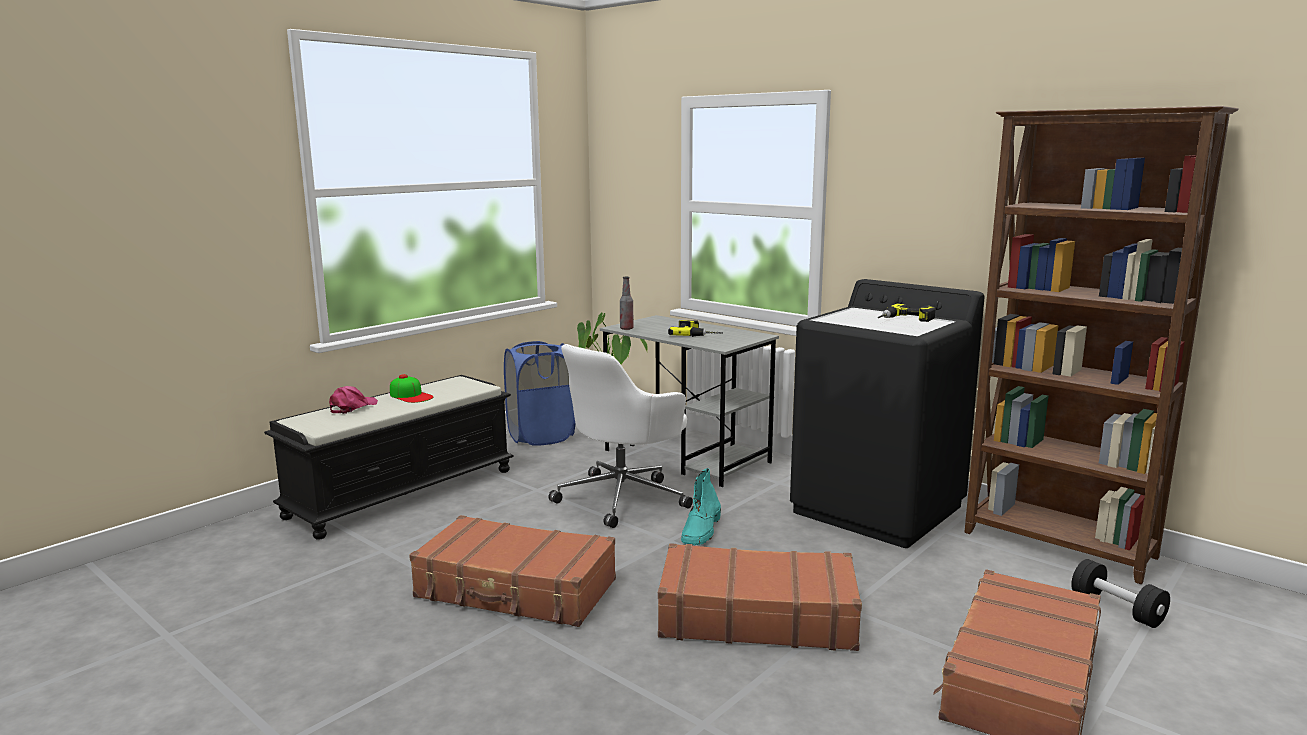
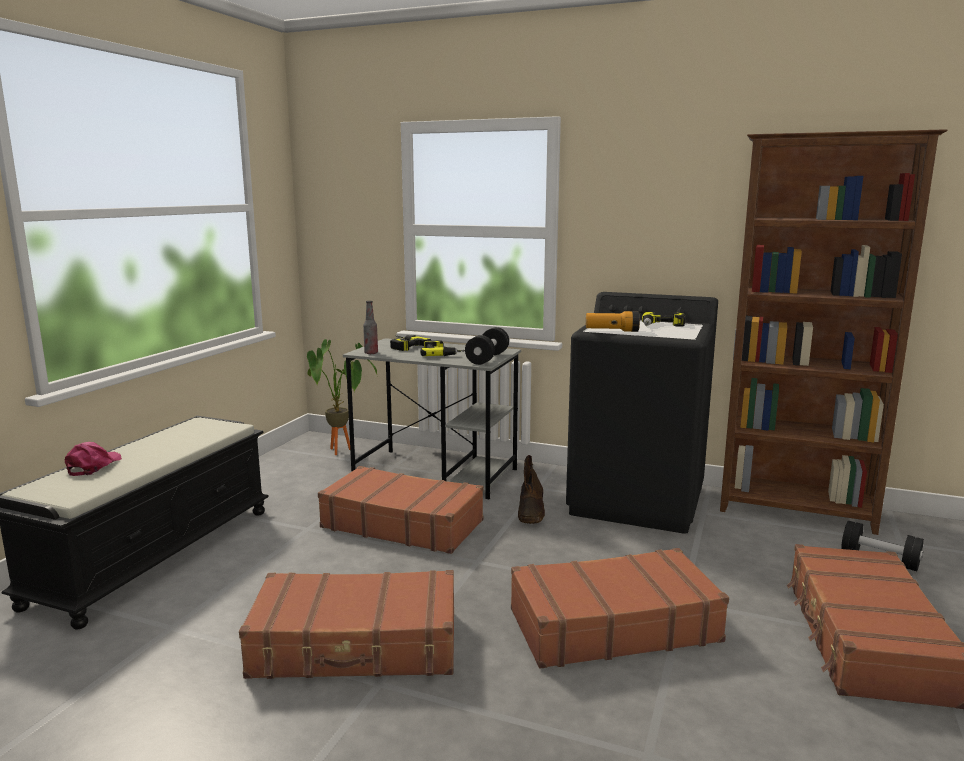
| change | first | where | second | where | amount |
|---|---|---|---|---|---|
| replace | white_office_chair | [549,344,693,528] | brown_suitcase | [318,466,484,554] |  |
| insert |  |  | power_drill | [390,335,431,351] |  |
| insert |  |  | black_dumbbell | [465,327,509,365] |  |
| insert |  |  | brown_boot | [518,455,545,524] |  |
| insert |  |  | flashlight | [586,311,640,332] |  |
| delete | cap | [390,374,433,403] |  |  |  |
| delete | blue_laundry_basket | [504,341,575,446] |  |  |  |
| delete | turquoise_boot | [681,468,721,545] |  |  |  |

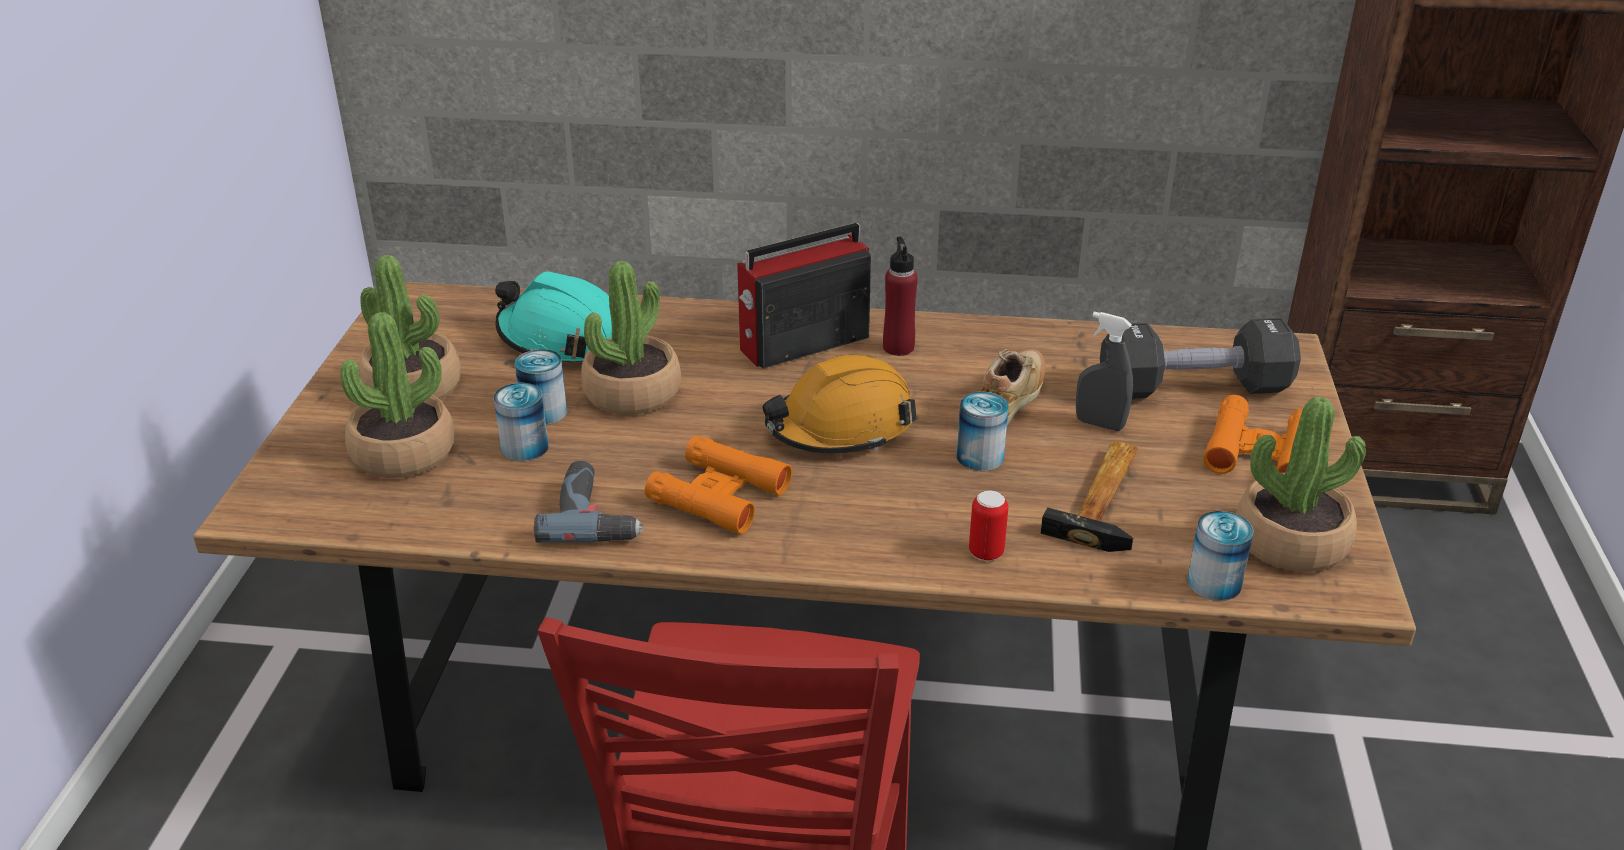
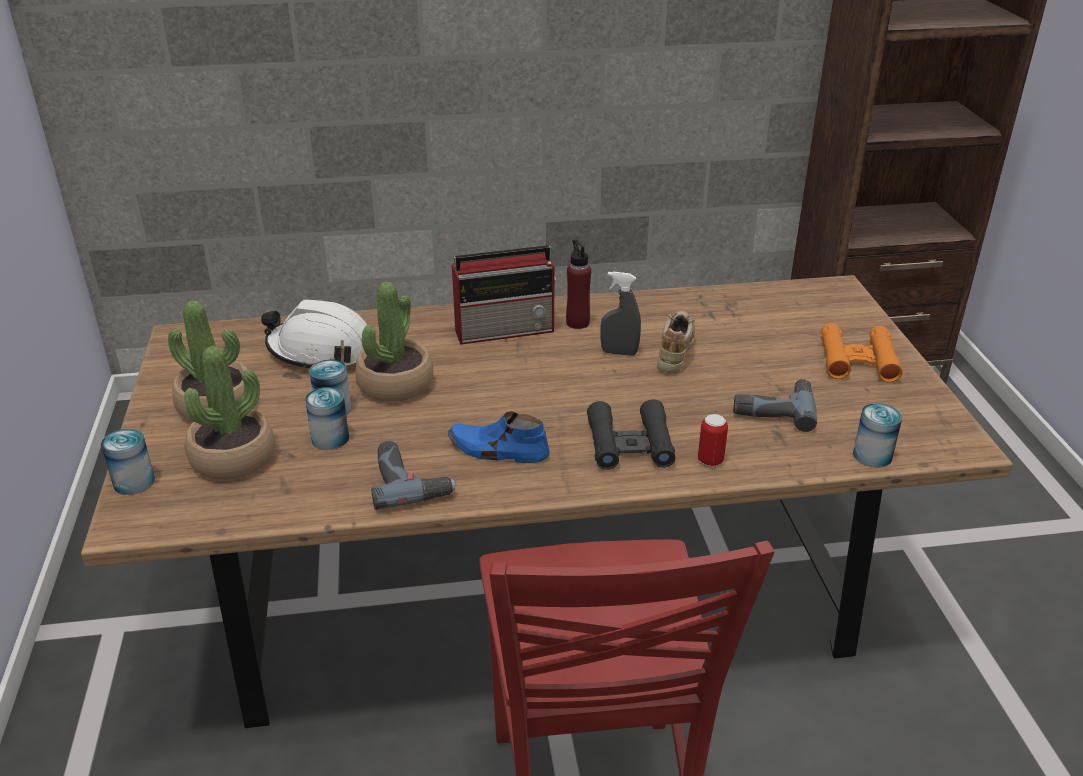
| change | first | where | second | where | amount |
|---|---|---|---|---|---|
| move | can | [957,392,1009,471] |  | [101,428,155,495] |  |
| recolor | turquoise_hard_hat | [495,271,612,362] | white_hard_hat | [261,299,367,370] |  |
| replace | orange_binoculars | [645,436,792,534] | blue_shoe | [448,411,550,463] |  |
| rotate | radio | [737,223,871,369] |  | [452,245,557,345] | 150 degrees counterclockwise |
| insert |  |  | black_binoculars | [587,399,675,470] |  |
| move | grey_spray_bottle | [1076,312,1133,431] |  | [601,271,641,356] |  |
| replace | hammer | [1041,441,1138,552] | power_drill | [733,379,817,432] |  |
| delete | orange_hard_hat | [762,355,917,453] |  |  |  |
| delete | black_dumbbell | [1100,318,1301,399] |  |  |  |
| delete | potted_plant | [1236,396,1366,572] |  |  |  |

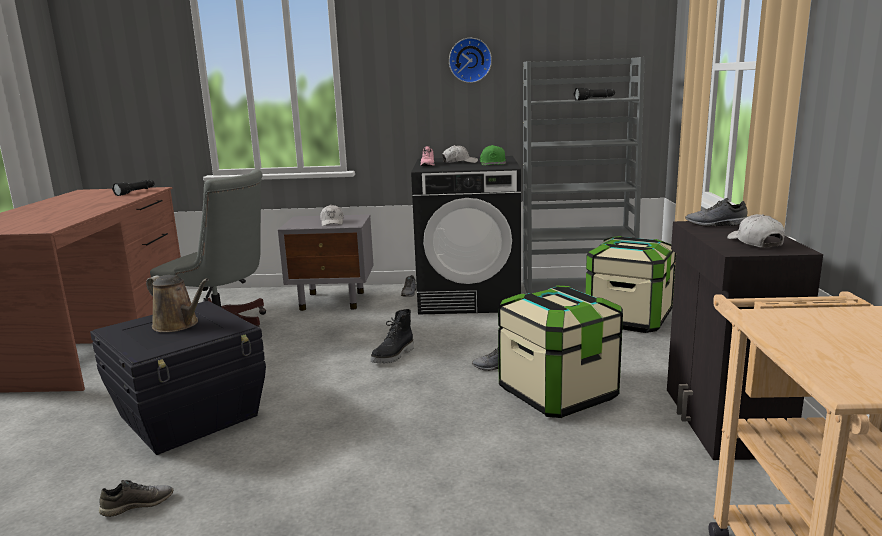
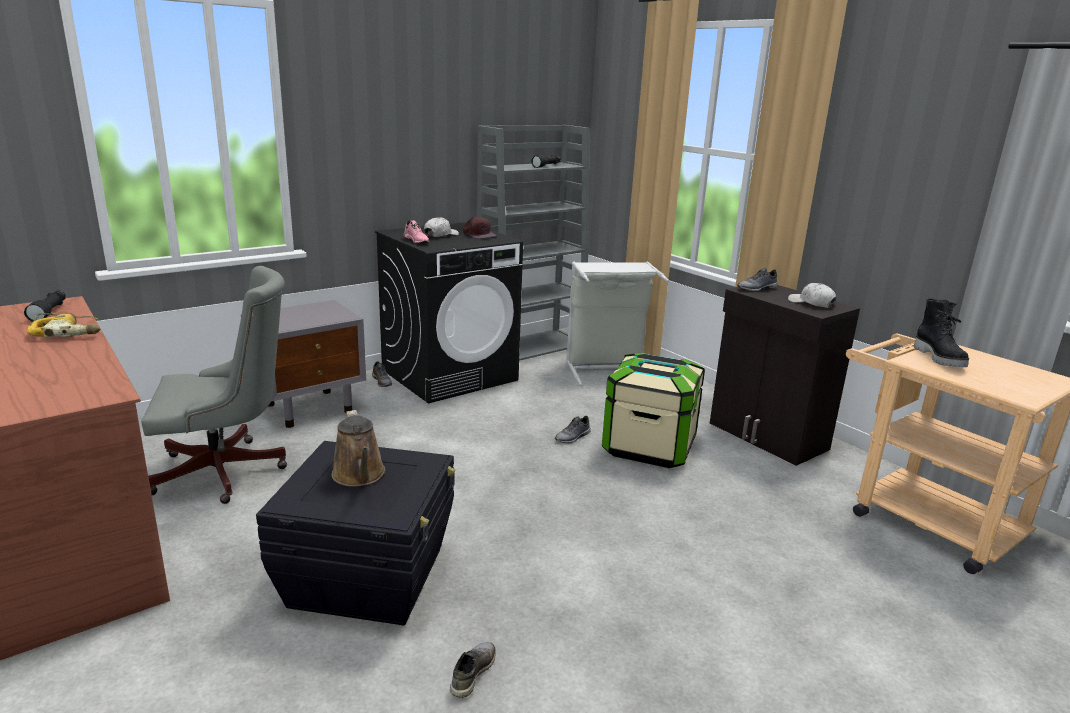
| change | first | where | second | where | amount |
|---|---|---|---|---|---|
| insert |  |  | power_drill | [26,313,101,337] |  |
| rotate | brown_watering_can | [146,275,209,332] |  | [331,410,385,487] | 75 degrees clockwise |
| recolor | green_cap | [480,145,506,165] | brown_cap | [463,216,496,239] |  |
| replace | storage_box | [585,236,676,333] | grey_laundry_basket | [566,262,669,386] |  |
| move | black_boot | [371,309,414,364] |  | [914,298,969,367] |  |
| delete | white_cap | [320,205,344,226] |  |  |  |
| delete | wall_clock | [449,38,492,83] |  |  |  |

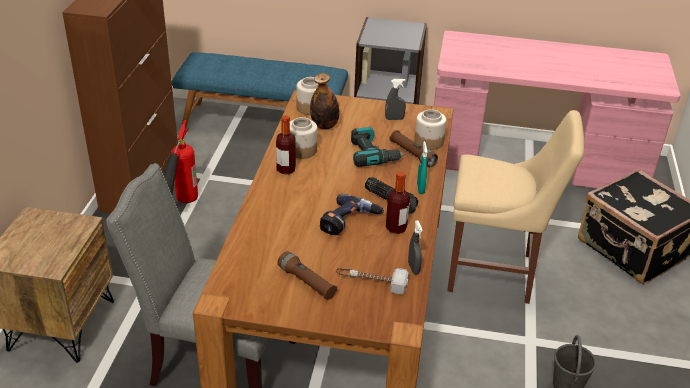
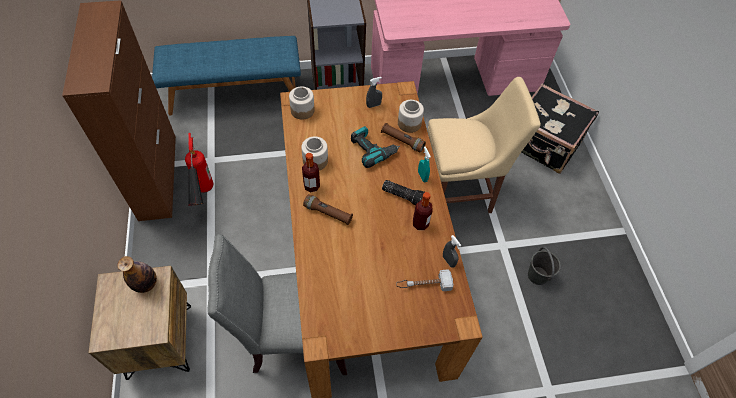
| change | first | where | second | where | amount |
|---|---|---|---|---|---|
| move | bottle | [310,73,339,129] |  | [117,256,157,293] |  |
| move | brown_flashlight | [278,251,337,300] |  | [303,194,353,225] |  |
| delete | power_drill | [320,194,384,235] |  |  |  |

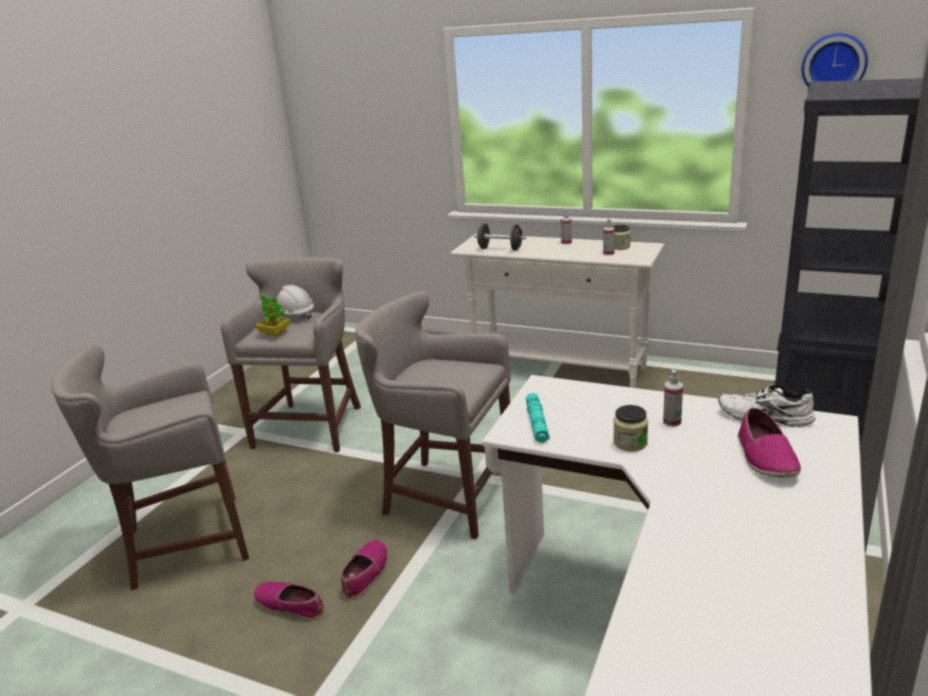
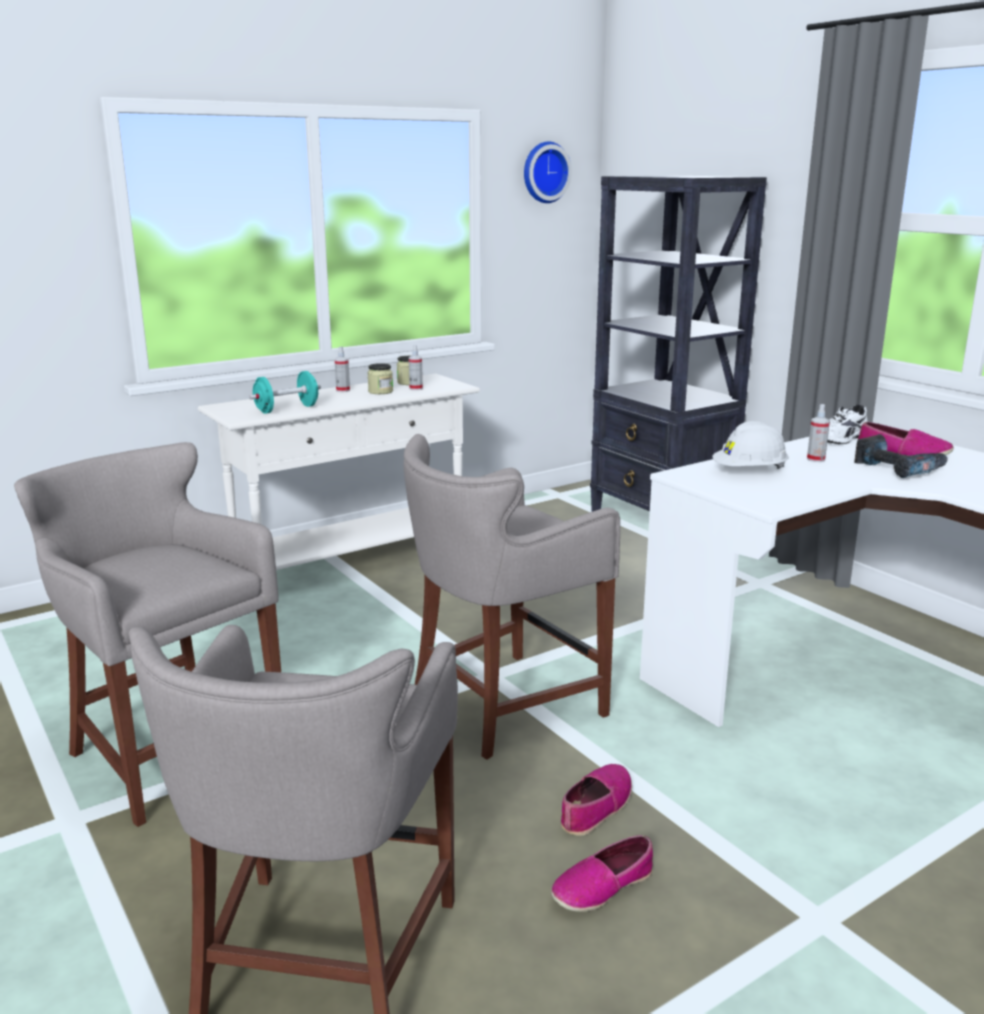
| change | first | where | second | where | amount |
|---|---|---|---|---|---|
| recolor | black_dumbbell | [474,224,526,250] | turquoise_dumbbell | [249,371,321,414] |  |
| move | jar | [613,405,648,452] |  | [367,363,393,394] |  |
| rotate | shoe | [341,540,388,599] |  | [561,764,632,836] | 75 degrees clockwise |
| move | white_hard_hat | [273,285,314,320] |  | [712,421,789,469] |  |
| insert |  |  | power_drill | [854,434,948,478] |  |
| delete | potted_plant | [256,294,290,336] |  |  |  |
| delete | turquoise_flashlight | [526,393,550,443] |  |  |  |

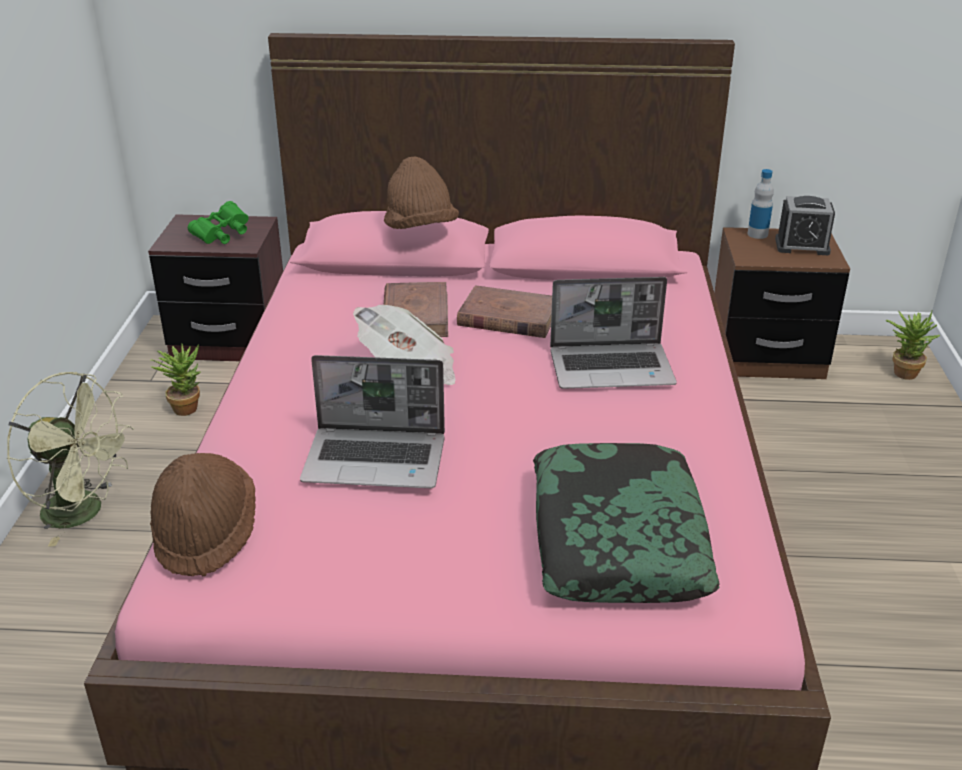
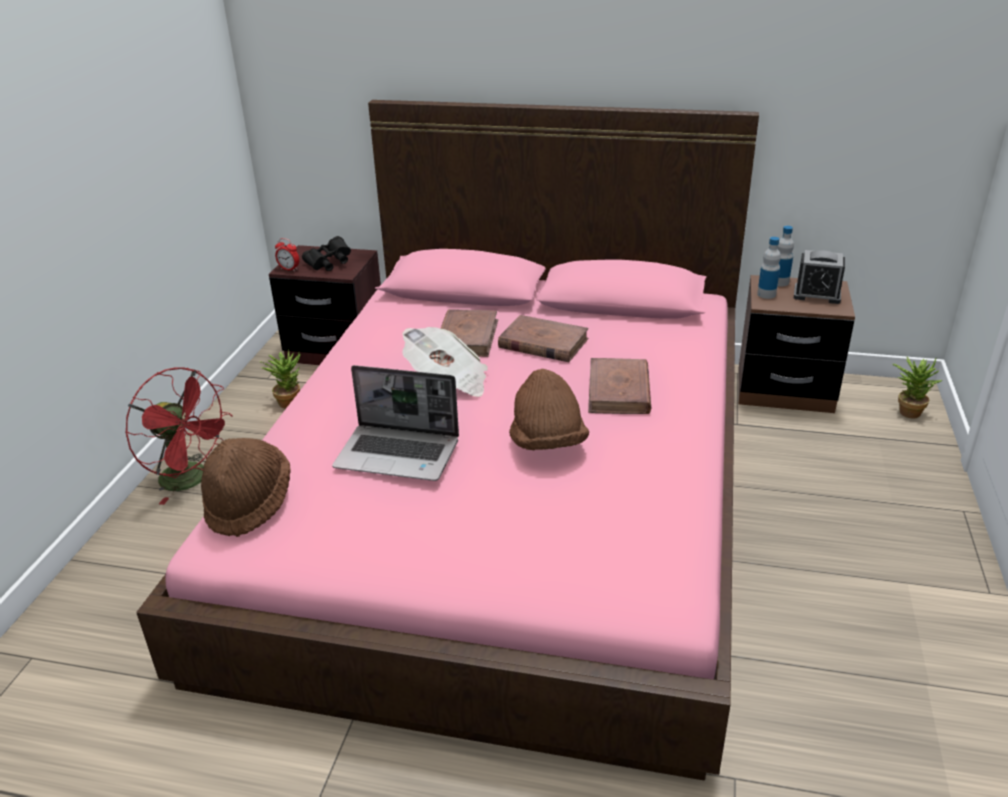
| change | first | where | second | where | amount |
|---|---|---|---|---|---|
| recolor | green_fan | [7,372,134,546] | red_fan | [125,368,233,505] |  |
| insert |  |  | alarm_clock | [275,238,299,272] |  |
| recolor | green_binoculars | [188,201,249,244] | black_binoculars | [302,236,351,271] |  |
| move | brown_hat | [384,156,459,229] |  | [509,369,589,450] |  |
| replace | laptop | [550,277,677,389] | brown_book | [588,358,651,414] |  |
| insert |  |  | bottle | [757,237,781,299] |  |
| delete | pillow | [533,443,720,603] |  |  |  |

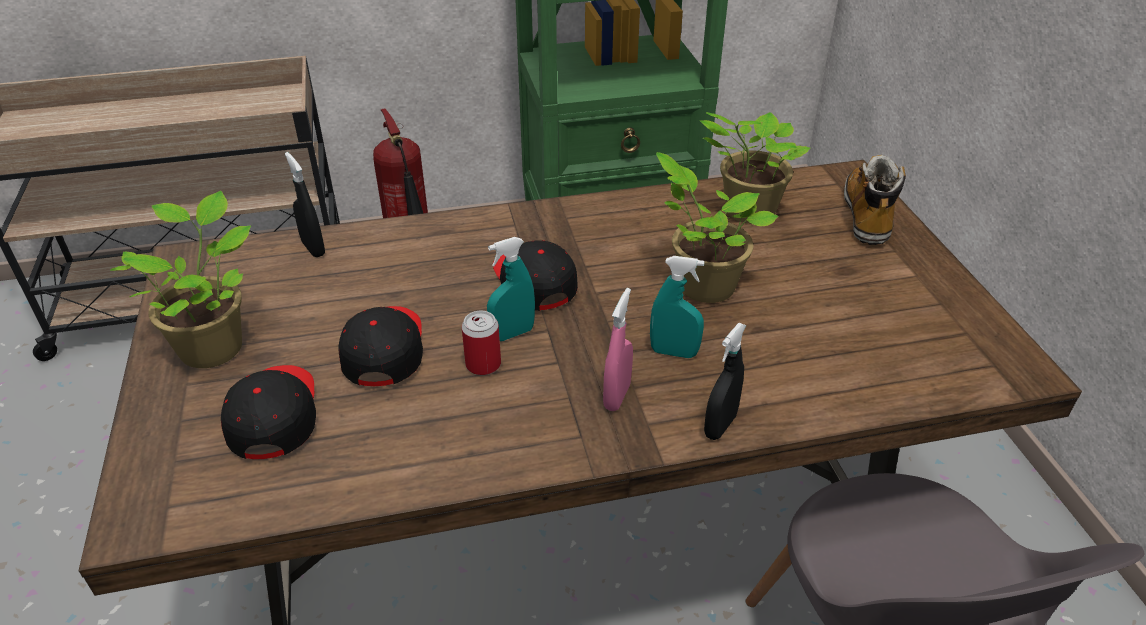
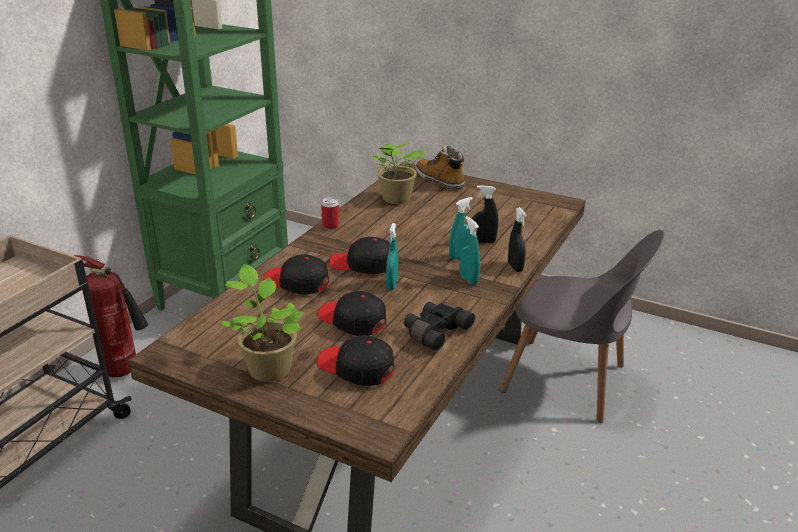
| change | first | where | second | where | amount |
|---|---|---|---|---|---|
| insert |  |  | black_cap | [263,254,329,295] |  |
| move | can | [462,311,501,375] |  | [321,197,339,230] |  |
| insert |  |  | black_binoculars | [404,302,475,351] |  |
| recolor | pink_spray_bottle | [603,288,633,411] | turquoise_spray_bottle | [459,216,480,285] |  |
| move | black_spray_bottle | [285,152,325,257] |  | [472,185,498,243] |  |
| delete | potted_plant | [656,152,778,303] |  |  |  |

